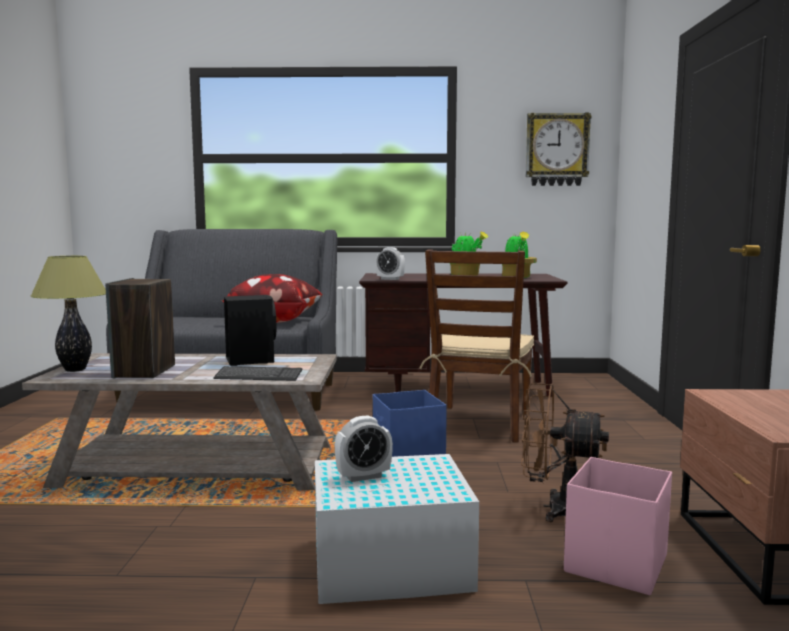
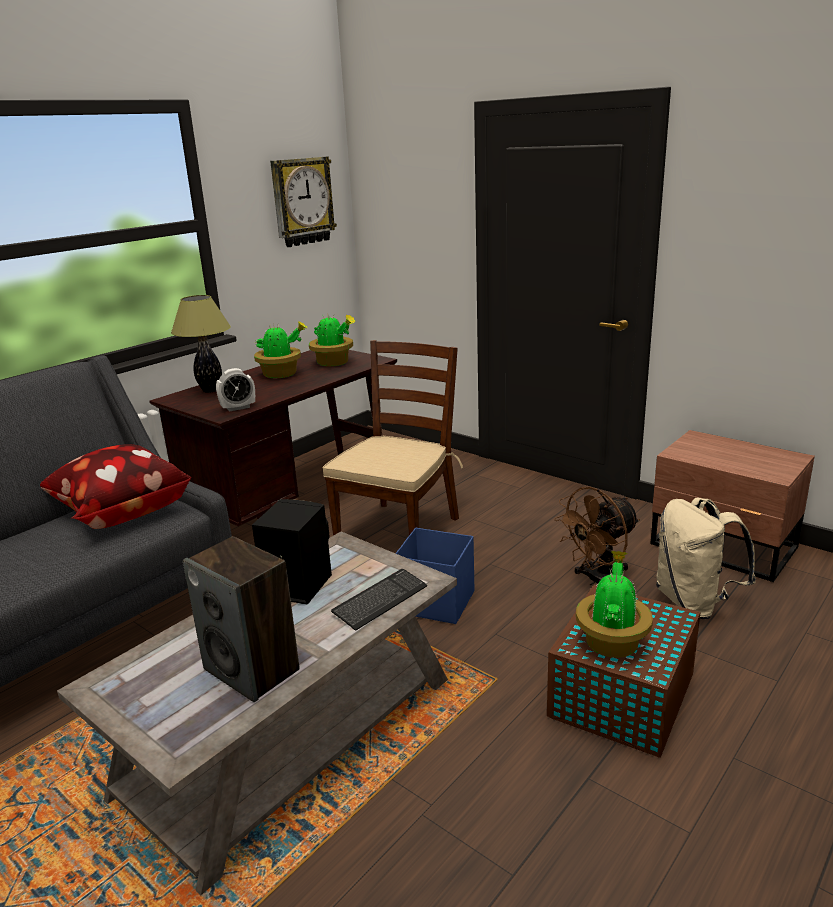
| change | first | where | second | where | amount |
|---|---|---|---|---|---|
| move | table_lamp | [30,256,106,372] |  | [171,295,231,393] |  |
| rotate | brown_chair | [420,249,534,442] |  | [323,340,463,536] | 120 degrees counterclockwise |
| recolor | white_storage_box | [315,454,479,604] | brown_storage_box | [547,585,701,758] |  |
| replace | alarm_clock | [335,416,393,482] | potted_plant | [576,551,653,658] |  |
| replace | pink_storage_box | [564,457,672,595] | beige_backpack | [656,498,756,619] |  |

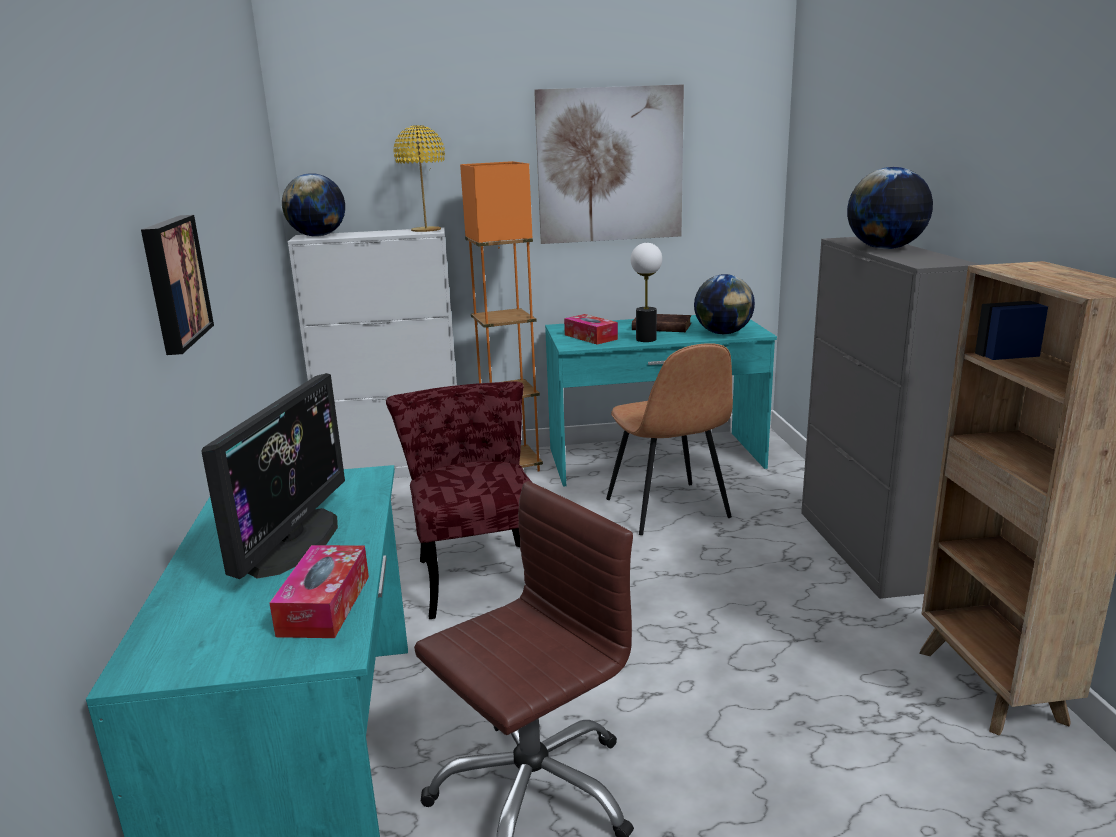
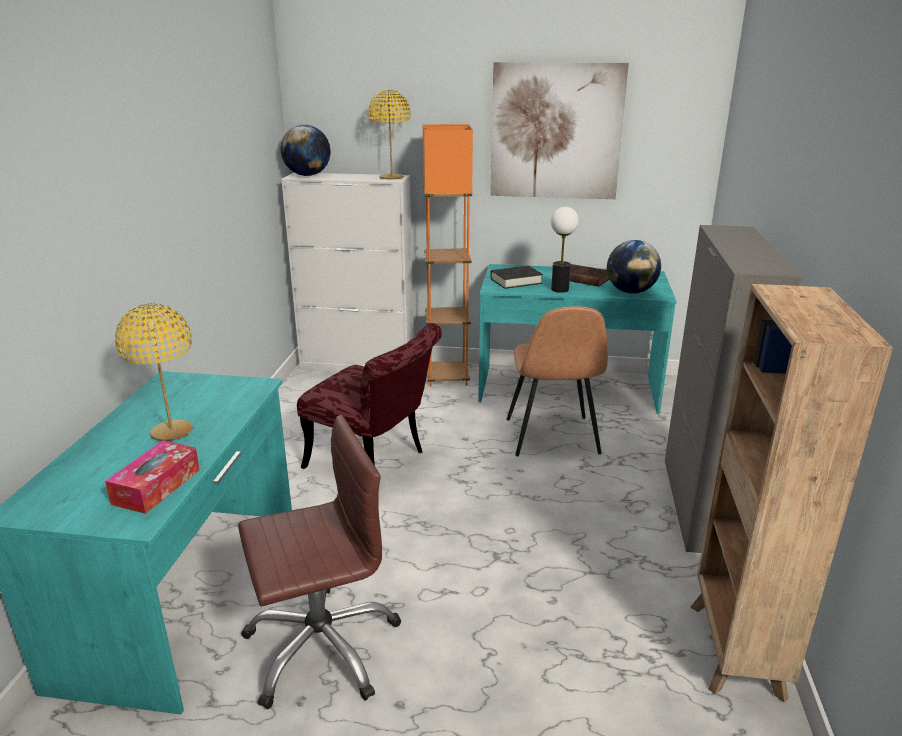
| change | first | where | second | where | amount |
|---|---|---|---|---|---|
| replace | monitor | [202,373,345,579] | yellow_table_lamp | [115,303,193,441] |  |
| rotate | red_chair | [386,381,533,619] |  | [297,323,442,469] | 120 degrees clockwise |
| replace | tissue_box | [564,314,618,345] | black_book | [490,266,543,289] |  |
| delete | picture | [141,215,214,355] |  |  |  |
| delete | globe | [847,167,933,249] |  |  |  |

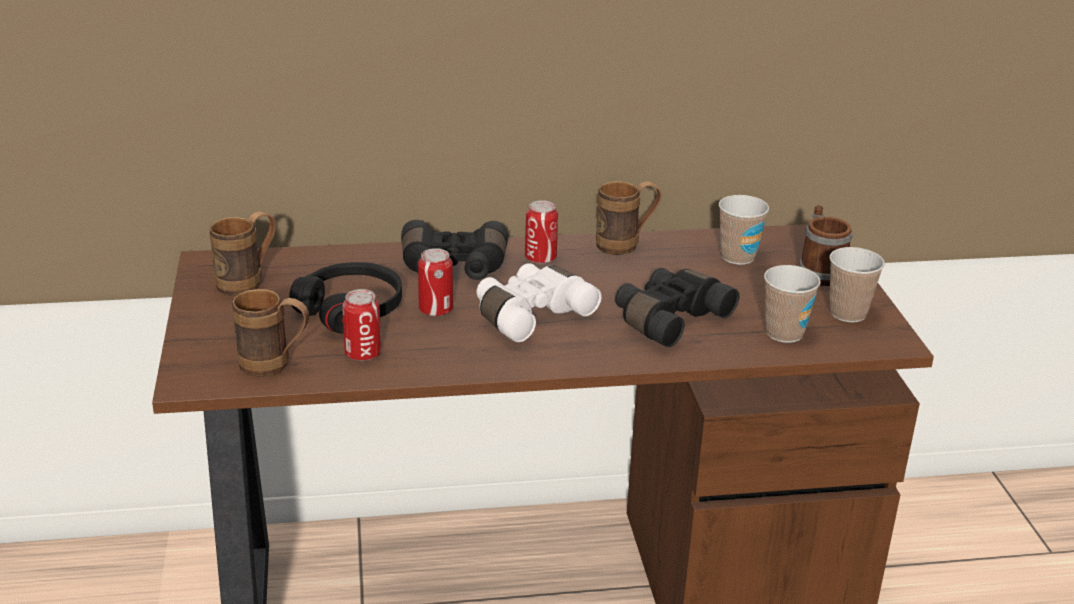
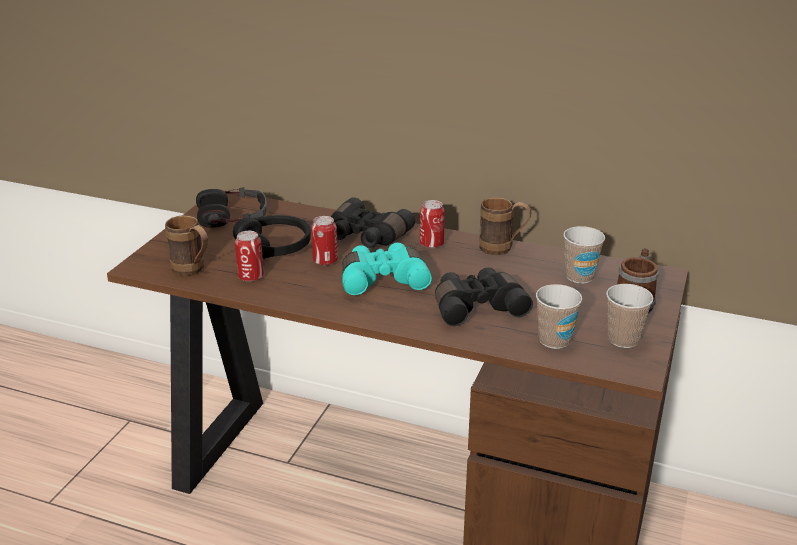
| change | first | where | second | where | amount |
|---|---|---|---|---|---|
| replace | brown_mug | [209,211,276,296] | headphones | [196,187,268,228] |  |
| recolor | white_binoculars | [476,263,601,342] | turquoise_binoculars | [342,243,432,295] |  |

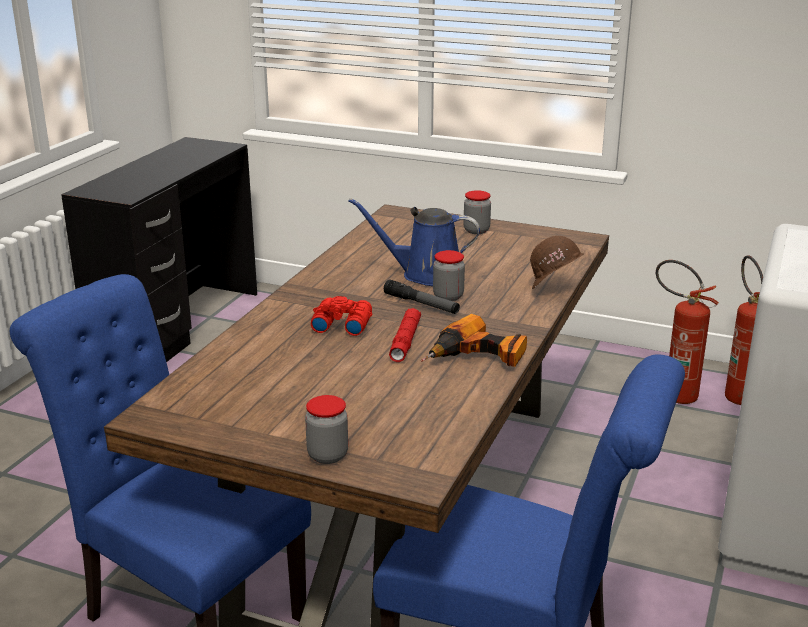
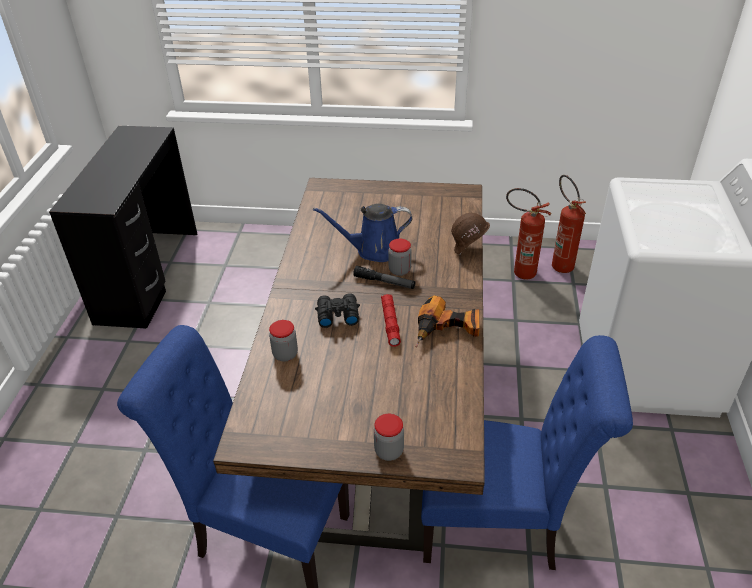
| change | first | where | second | where | amount |
|---|---|---|---|---|---|
| move | jar | [464,190,491,234] |  | [269,320,298,362] |  |
| recolor | red_binoculars | [311,296,372,336] | black_binoculars | [315,293,360,328] |  |

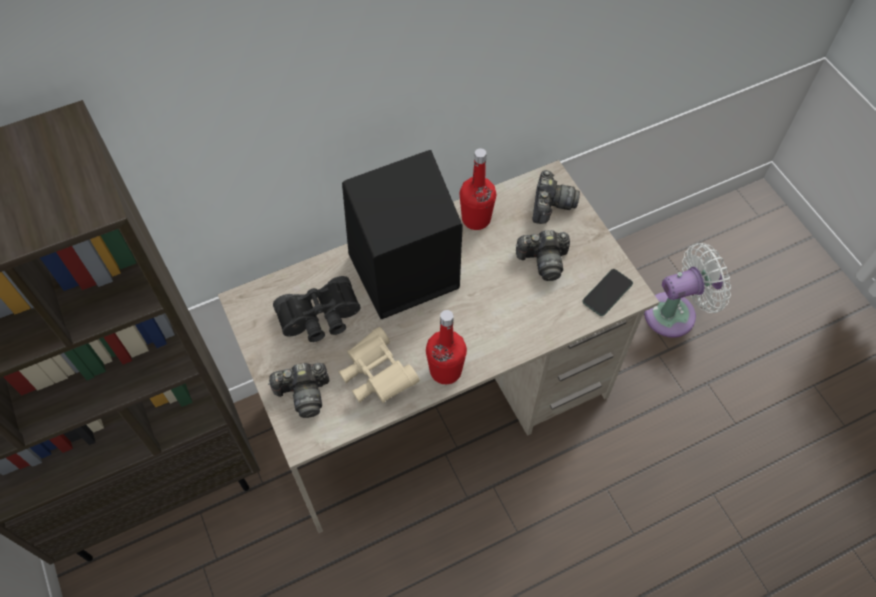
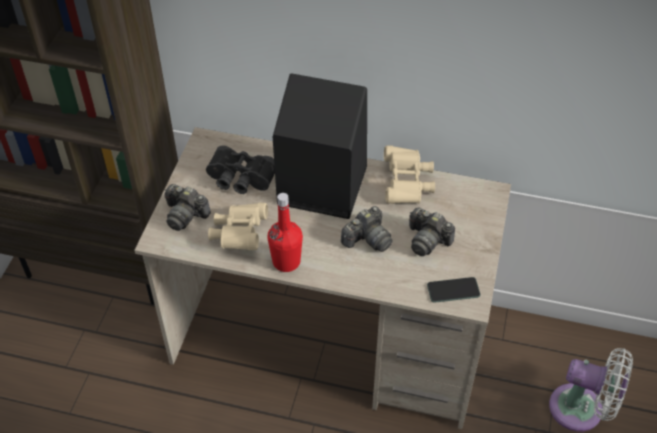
| change | first | where | second | where | amount |
|---|---|---|---|---|---|
| move | photo_camera | [533,170,580,224] |  | [341,206,393,252] |  |
| replace | red_bottle | [460,148,496,230] | beige_binoculars | [384,146,435,204] |  |

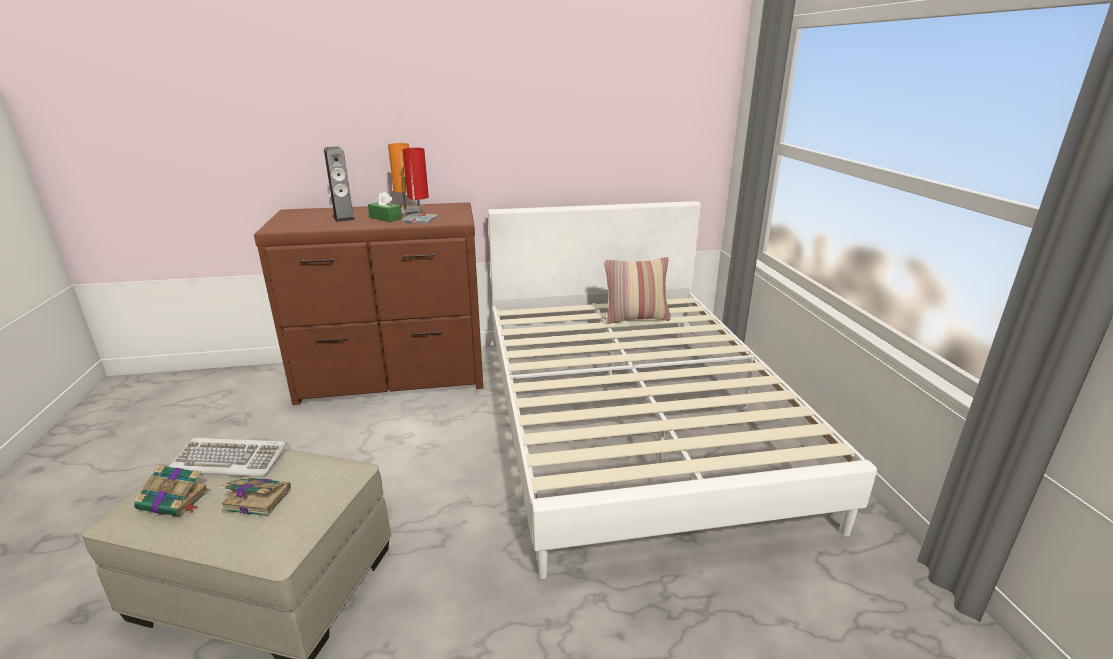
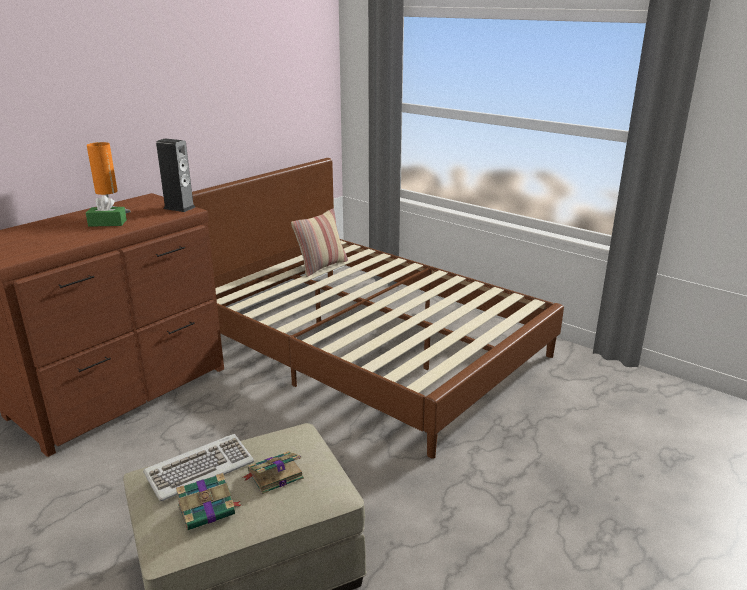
| change | first | where | second | where | amount |
|---|---|---|---|---|---|
| move | speaker | [324,146,355,222] |  | [156,138,195,212] |  |
| recolor | white_bed | [488,201,877,579] | brown_bed | [192,158,564,459] |  |
| delete | red_table_lamp | [402,148,438,224] |  |  |  |

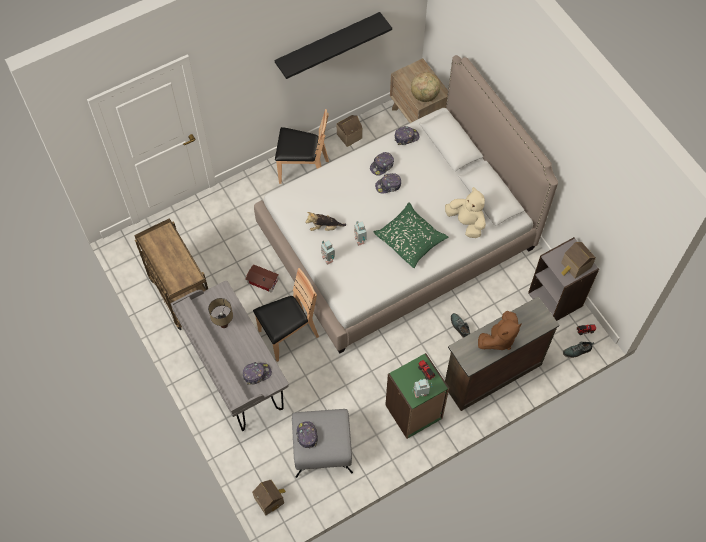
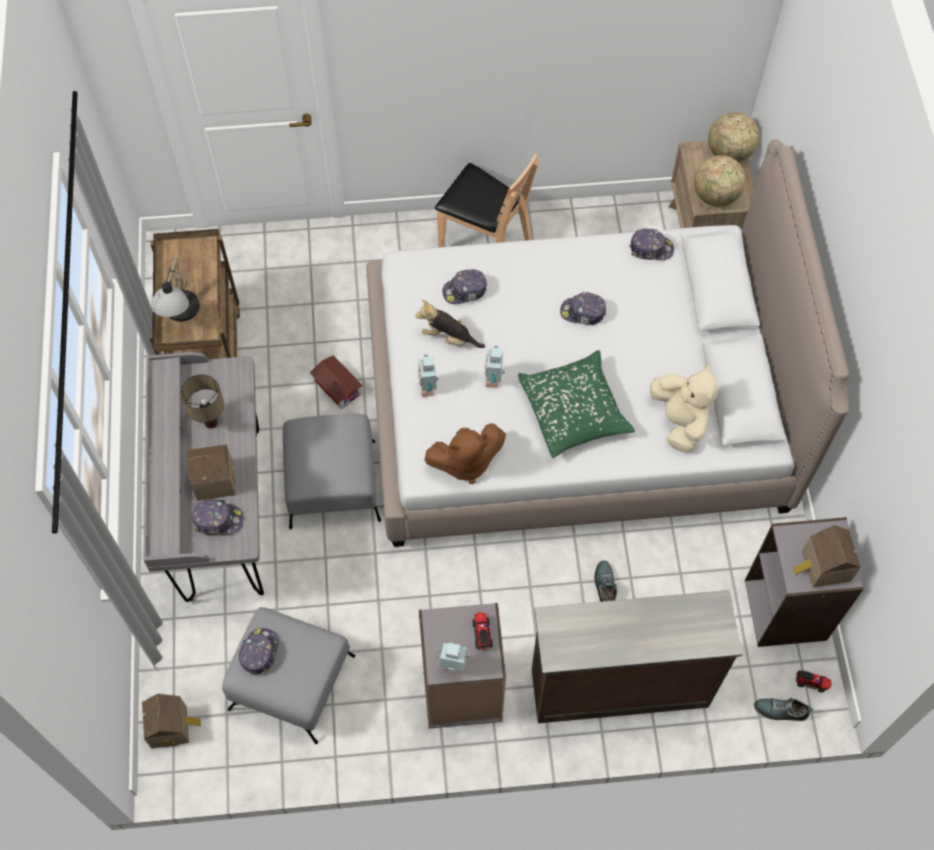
| change | first | where | second | where | amount |
|---|---|---|---|---|---|
| insert |  |  | table_lamp | [151,257,200,322] |  |
| move | toy_house | [337,115,363,147] |  | [186,444,236,501] |  |
| replace | brown_chair | [253,268,319,362] | grey_ottoman | [283,414,381,530] |  |
| recolor | green_bookcase | [385,353,449,439] | grey_bookcase | [419,603,506,729] |  |
| move | brown_plush_toy | [478,311,522,350] |  | [424,423,506,484] |  |
| move | cap | [370,152,394,176] |  | [442,269,487,304] |  |
| insert |  |  | globe | [708,112,759,163] |  |
| delete | black_shelf | [275,12,392,79] |  |  |  |

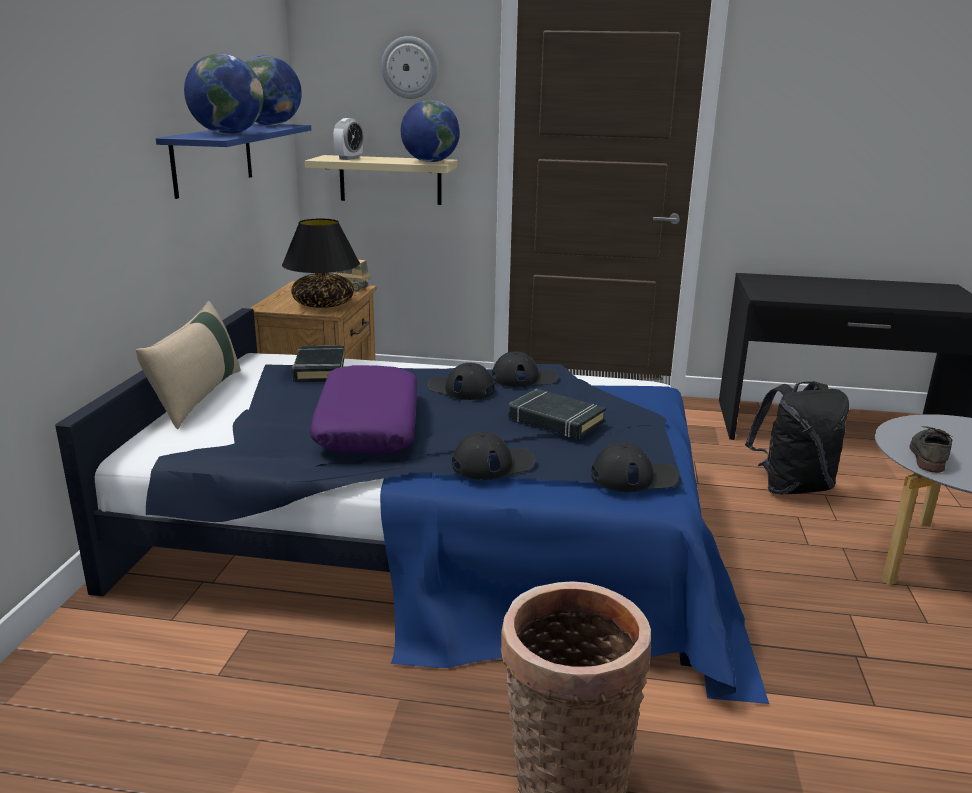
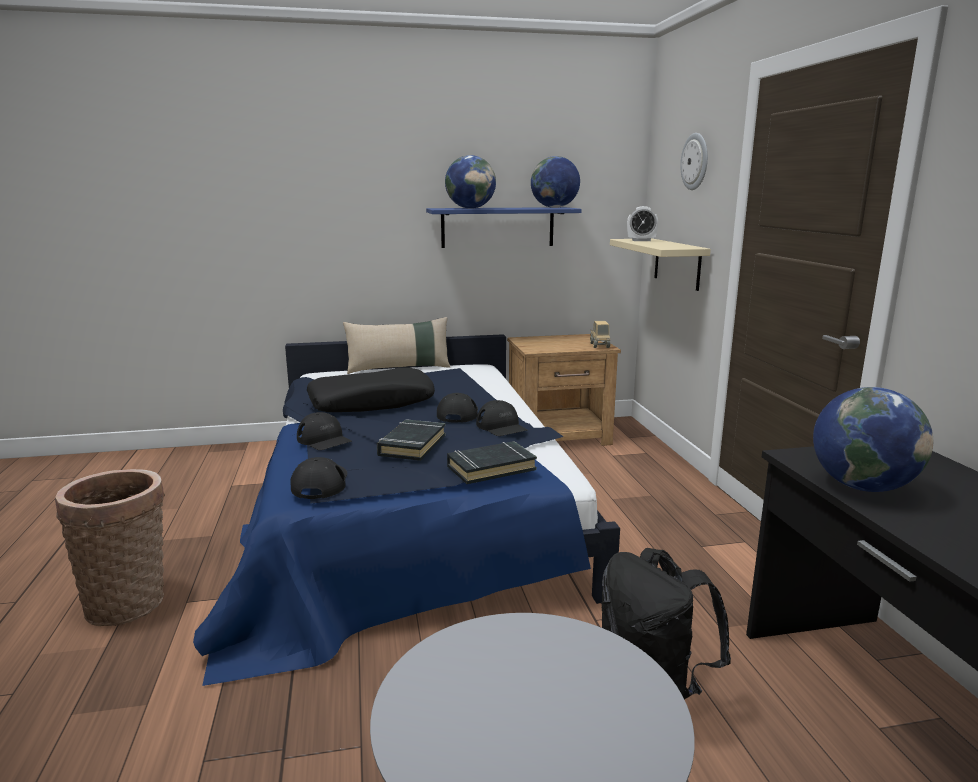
| change | first | where | second | where | amount |
|---|---|---|---|---|---|
| rotate | black_cap | [591,442,679,492] |  | [290,457,347,499] | 150 degrees counterclockwise |
| recolor | purple_pillow | [310,365,417,453] | black_pillow | [307,367,435,412] |  |
| move | black_book | [292,345,345,382] |  | [447,441,537,484] |  |
| move | globe | [401,100,460,162] |  | [813,387,933,492] |  |
| delete | black_table_lamp | [282,219,360,308] |  |  |  |
| delete | grey_shoe | [909,426,953,473] |  |  |  |

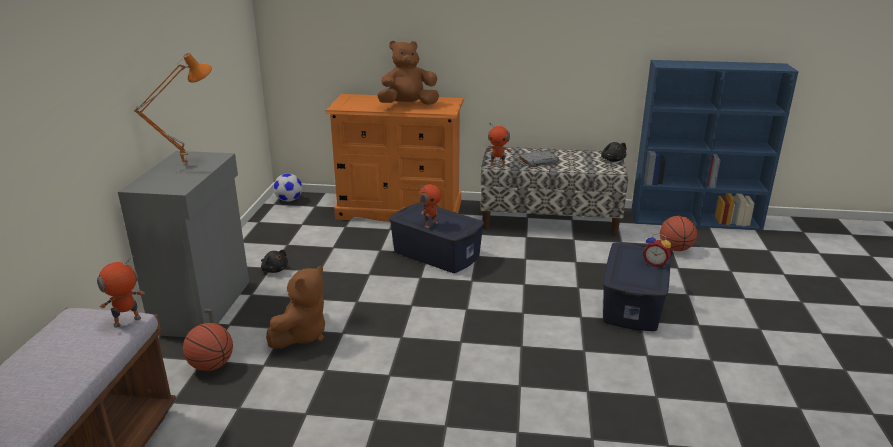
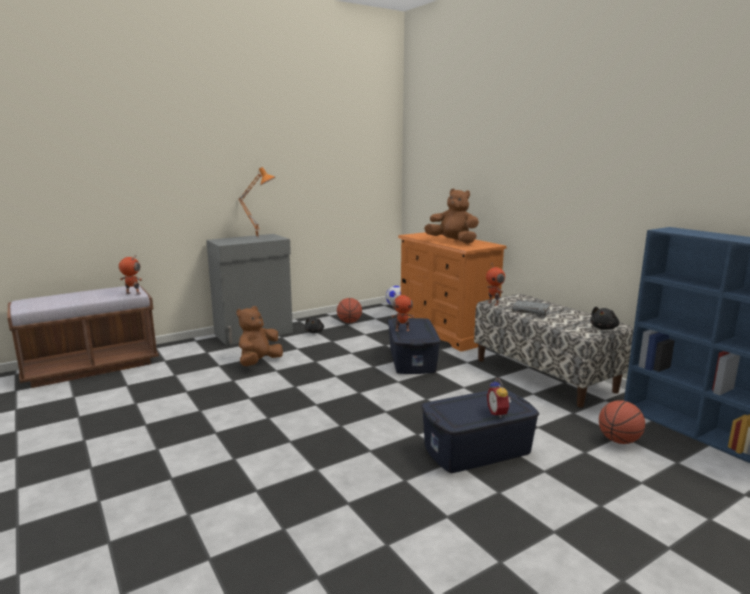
| change | first | where | second | where | amount |
|---|---|---|---|---|---|
| rotate | brown_plush_toy | [266,265,325,349] |  | [237,306,283,366] | 135 degrees clockwise |
| move | basketball | [183,323,233,371] |  | [337,298,362,323] |  |

